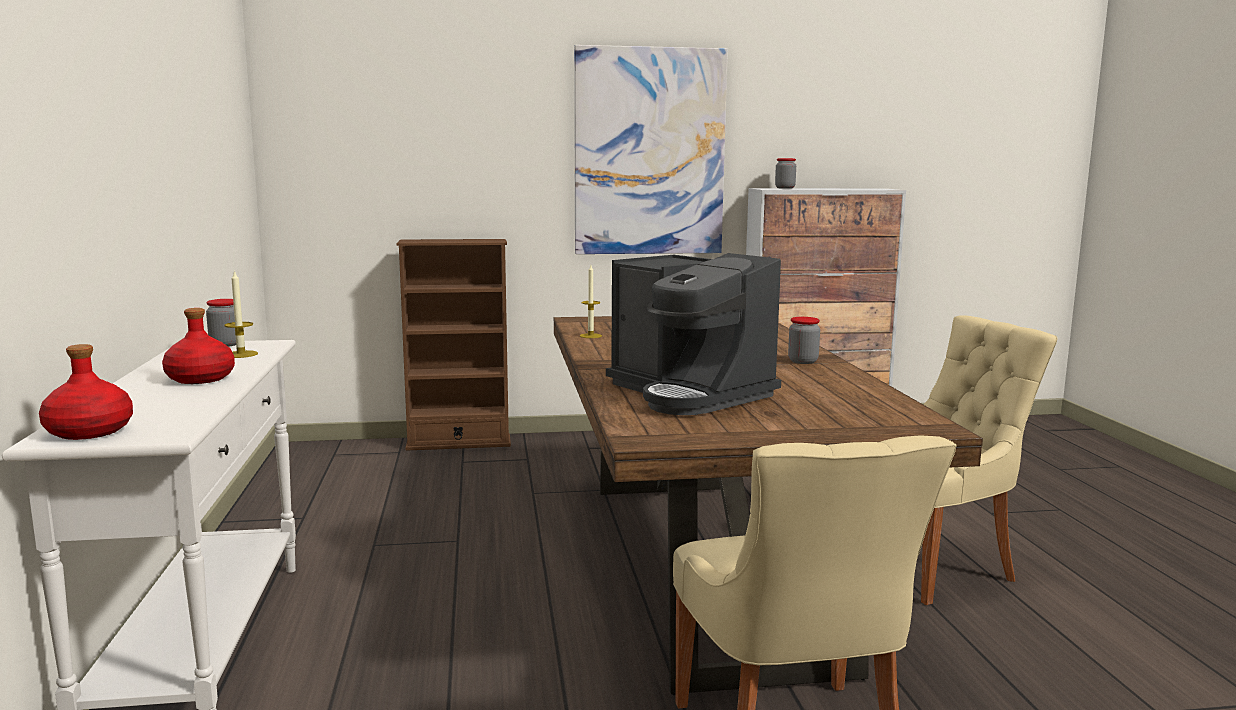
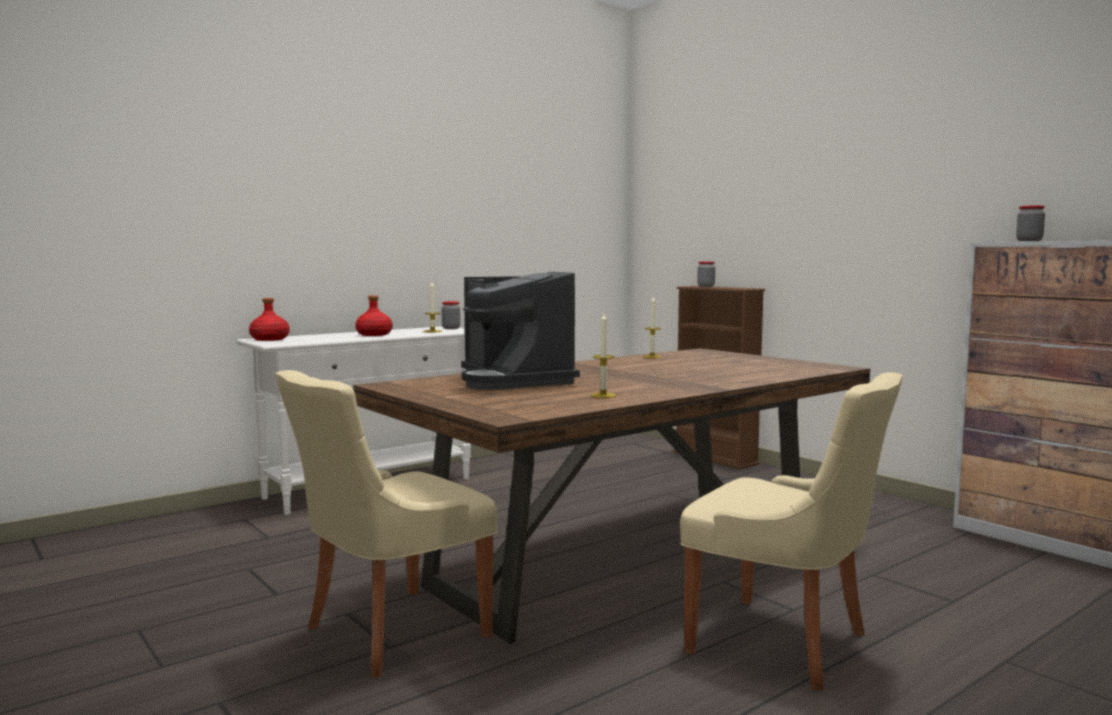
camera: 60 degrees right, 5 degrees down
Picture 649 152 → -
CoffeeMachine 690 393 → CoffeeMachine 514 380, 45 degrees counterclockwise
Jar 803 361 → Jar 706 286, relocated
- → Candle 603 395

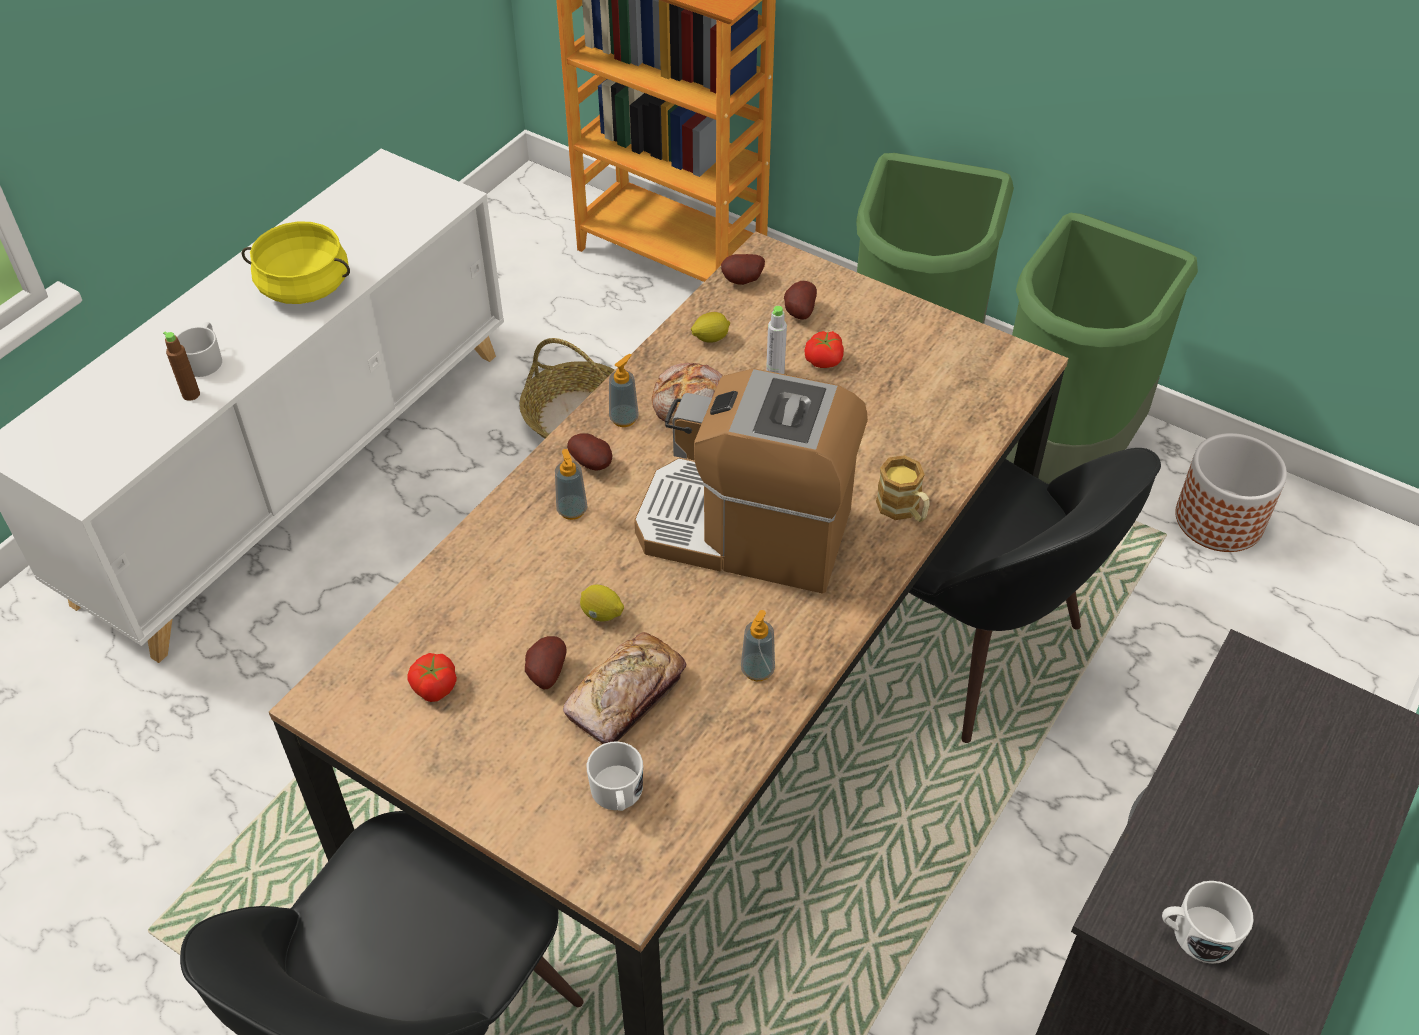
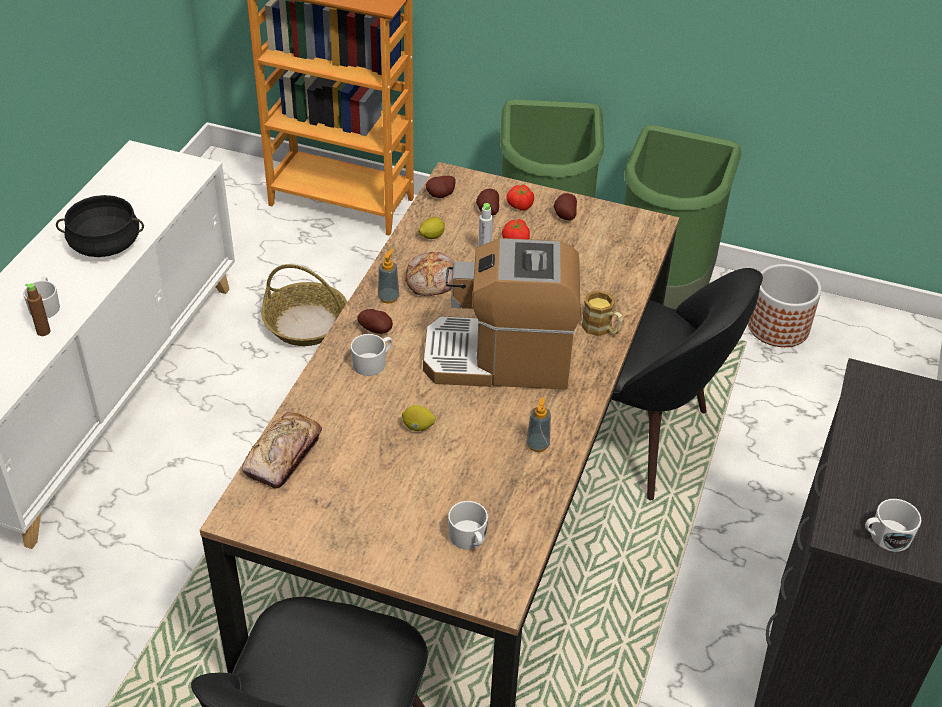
camera: 15 degrees left, 5 degrees down
YellowCookingPot 304 287 → BlackCookingPot 105 245
Tomato 434 686 → Tomato 519 205, relocated
Potato 545 673 → Potato 564 216, relocated
SoapDispenser 572 510 → WhiteMug 373 363
Bread 626 696 → Bread 283 456, relocated

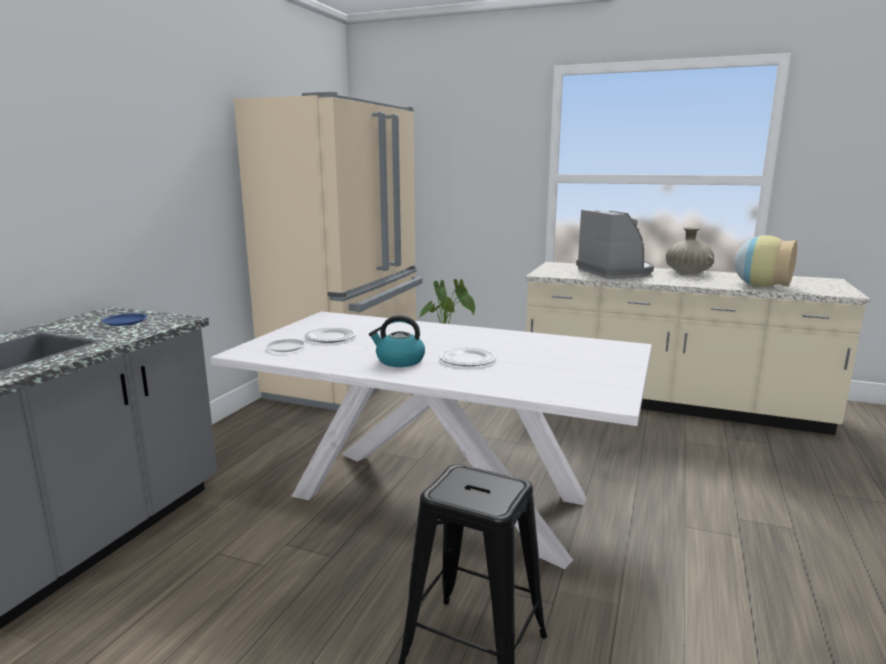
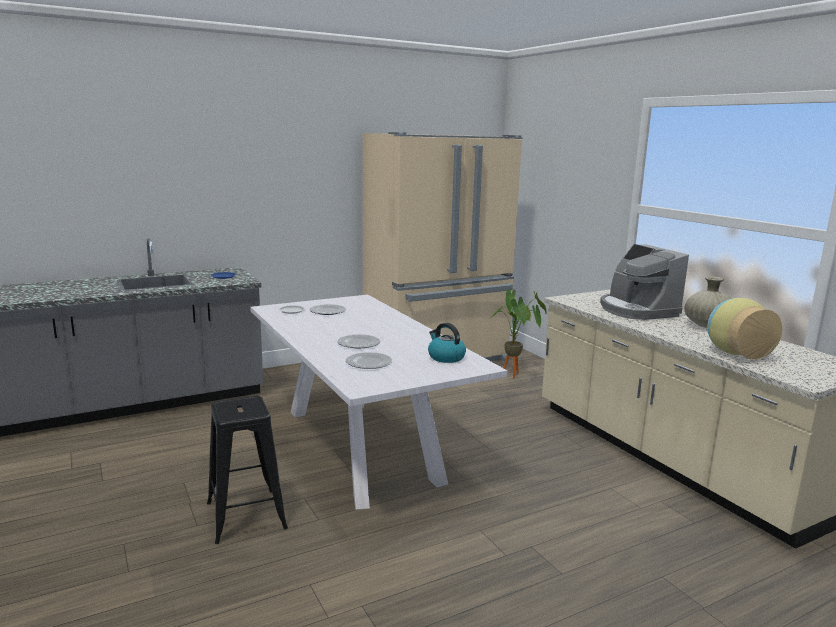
camera: 40 degrees right, 0 degrees up
Kettle 399 361 → Kettle 445 357, relocated
CoffeeMachine 616 272 → CoffeeMachine 637 310, 135 degrees clockwise
- → Plate 368 363

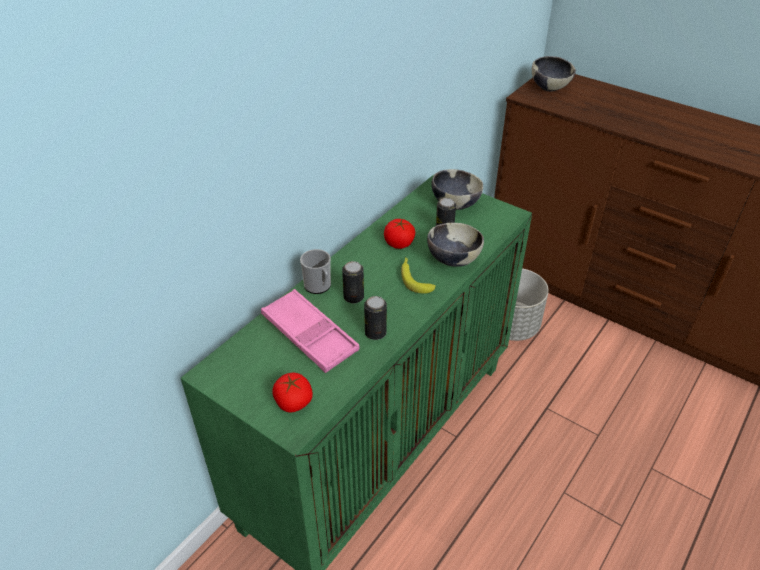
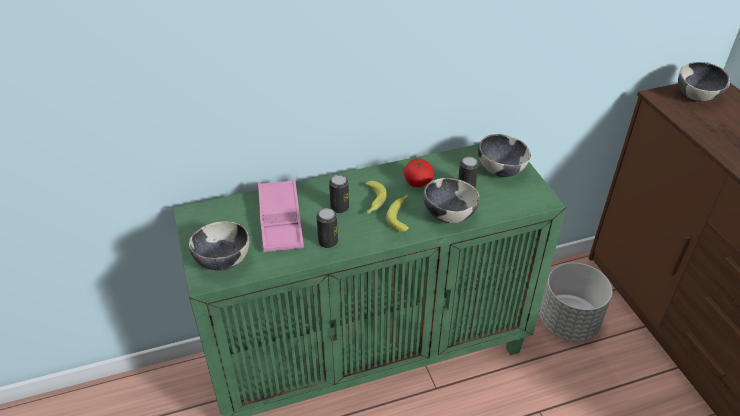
camera: 35 degrees right, 0 degrees up
Tomato 293 402 → Bowl 223 261
Mug 319 287 → -
- → Banana 372 202

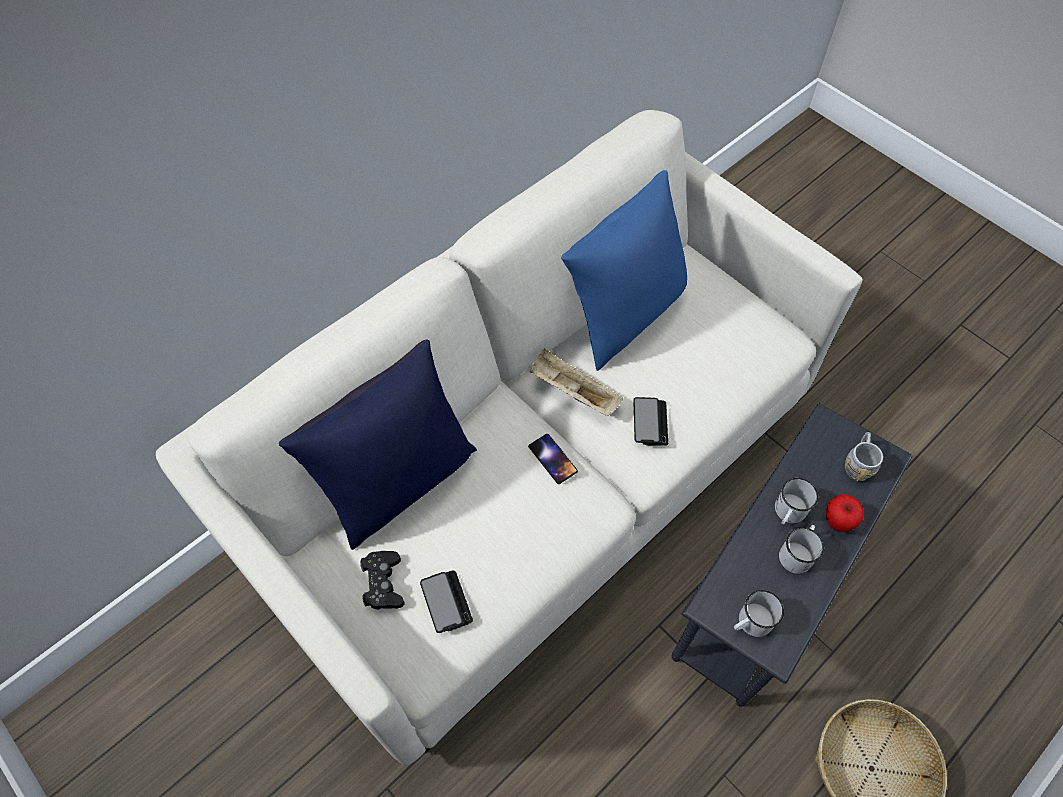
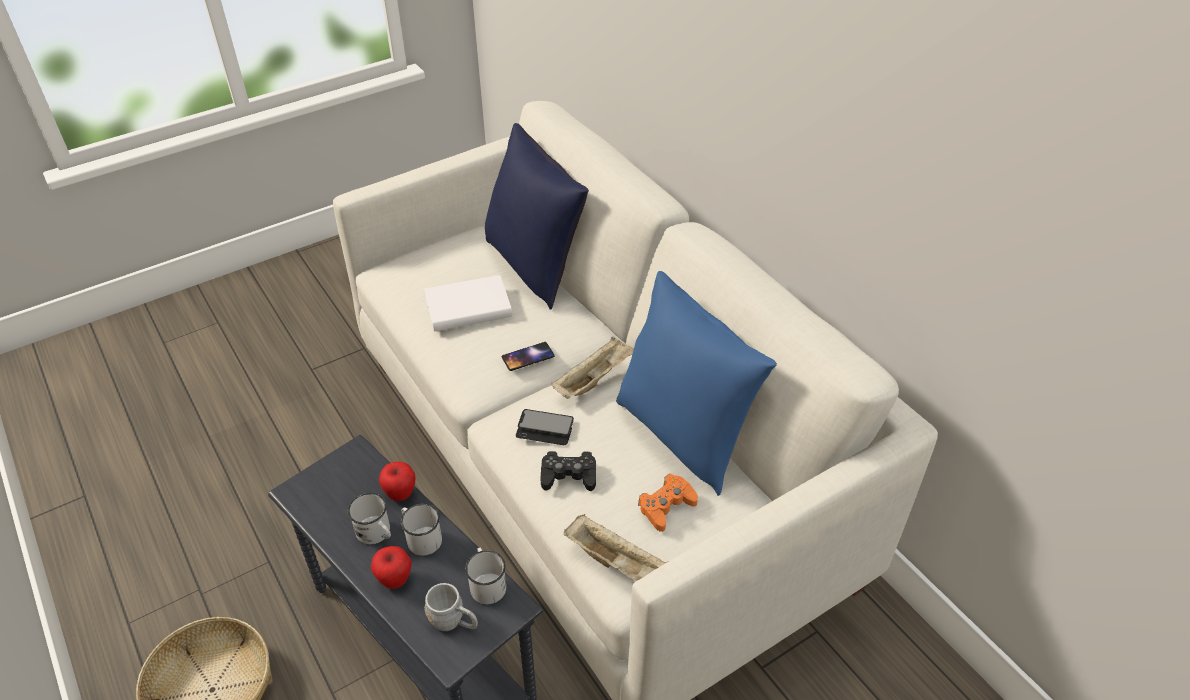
camera: 100 degrees right, 15 degrees down
BlackGameController 383 583 → BlackGameController 568 476, relocated
Phone 446 602 → -
WhiteMug 750 623 → WhiteMug 486 583, relocated
- → Apple 400 494
- → WhiteBook 468 308
- → BeigeTray 618 564
- → OrangeGameController 666 506

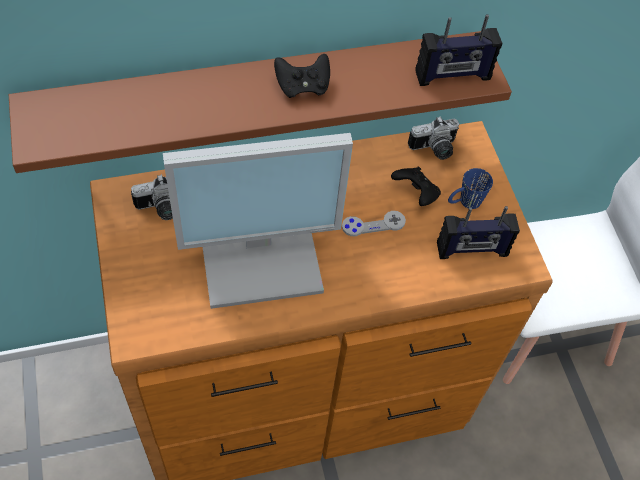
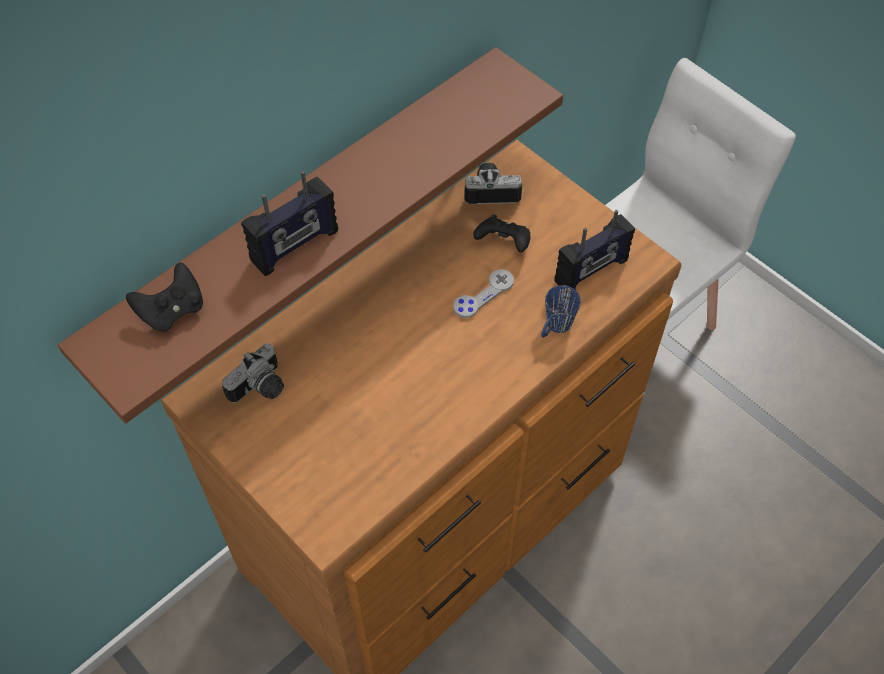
camera: 25 degrees left, 0 degrees up
Monitor 262 255 → -
BlackGameController 302 87 → BlackGameController 172 311, relocated
PhotoCamera 434 149 → PhotoCamera 492 190, 135 degrees counterclockwise
Radio 453 76 → Radio 295 246, relocated
BlueMug 464 203 → BlueMug 554 329, relocated

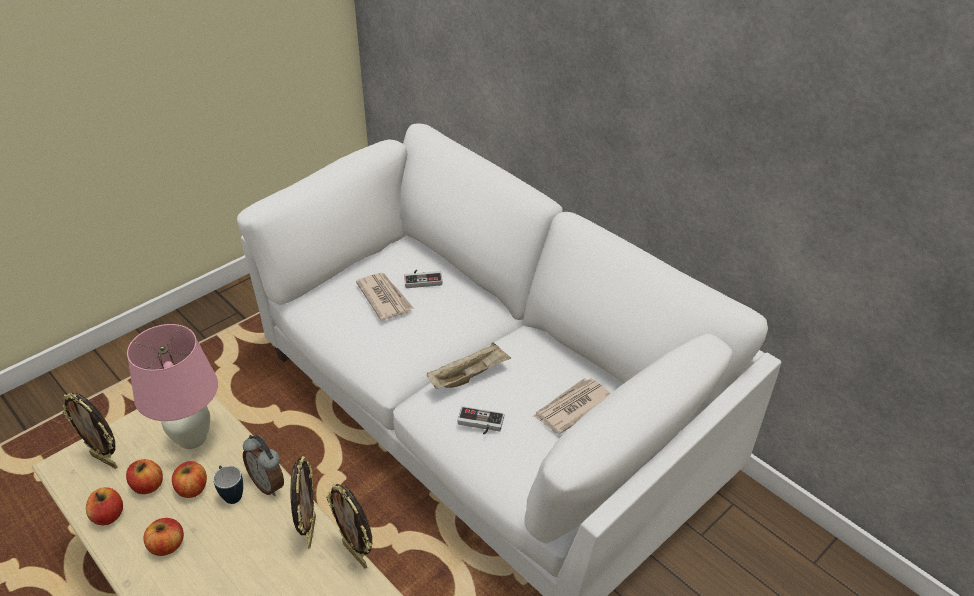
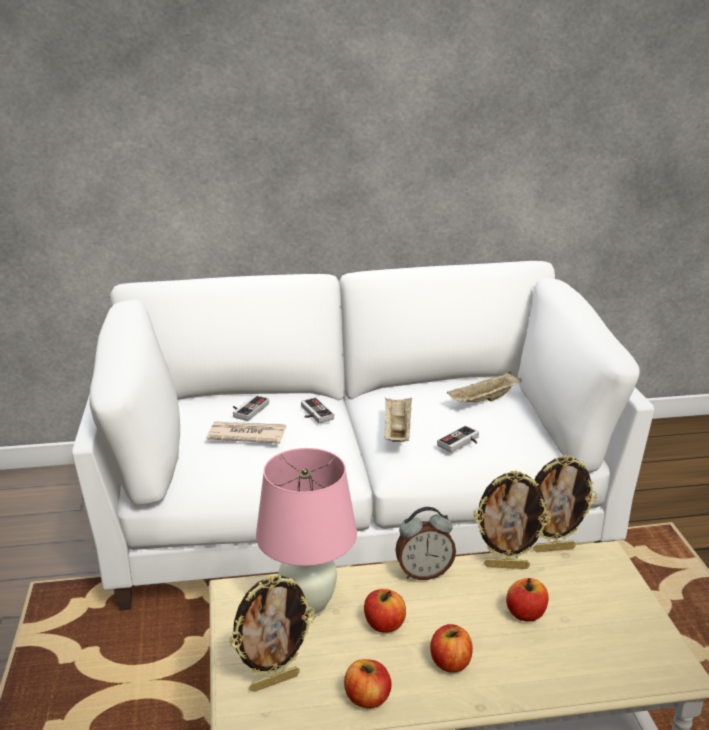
camera: 55 degrees left, 15 degrees down
Apple 148 486 → Apple 526 614, relocated
Mug 231 494 → -
PictureFrame 310 531 → PictureFrame 507 566, 150 degrees clockwise
Newspaper 572 408 → BeigeTray 484 401
- → GameController 313 414

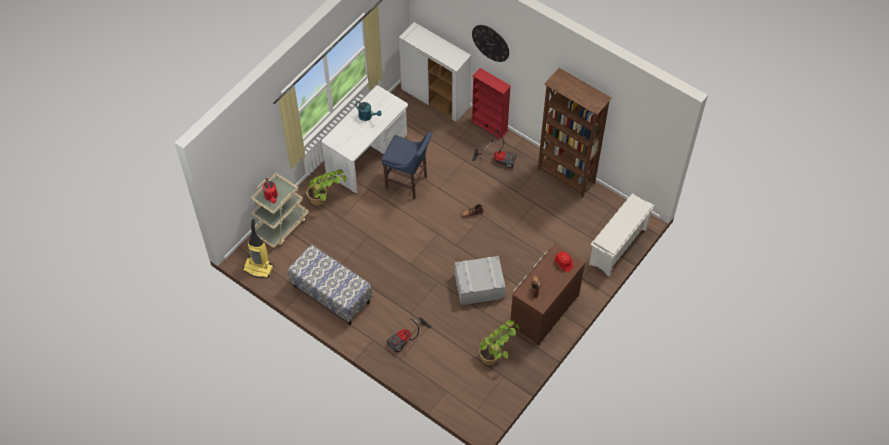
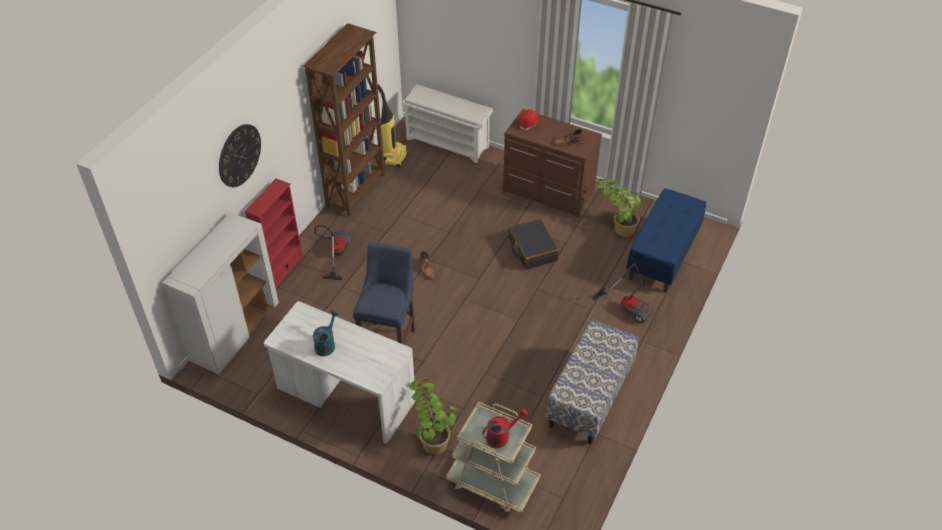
camera: 100 degrees left, 10 degrees down
VacuumCleaner 259 268 → VacuumCleaner 394 156, relocated
GreyStorageBox 479 286 → BlackSuitcase 532 250
- → BlueBench 663 256

